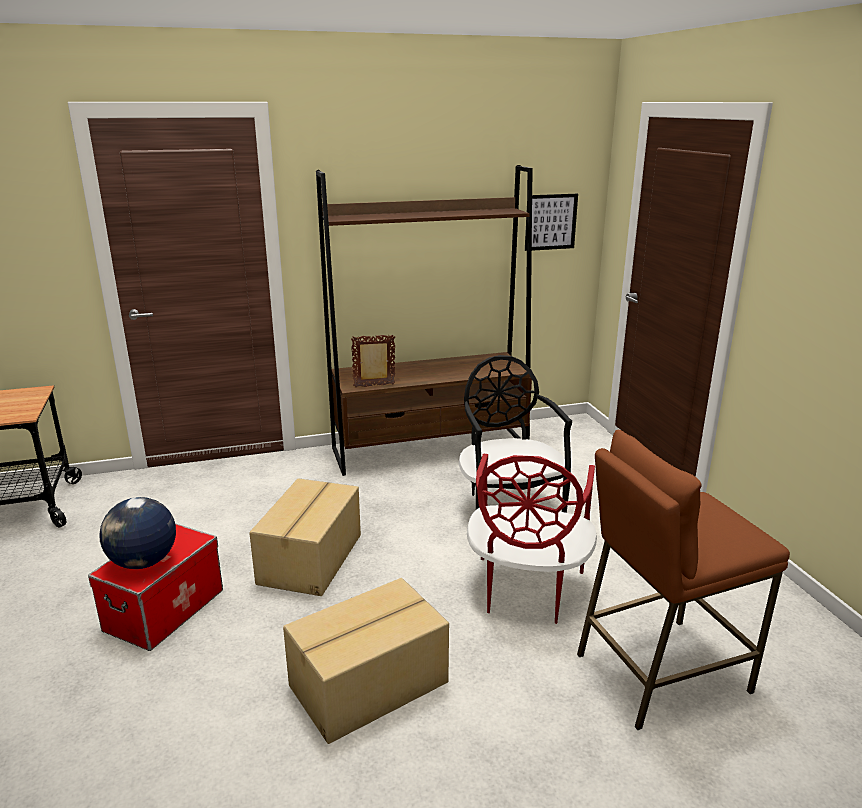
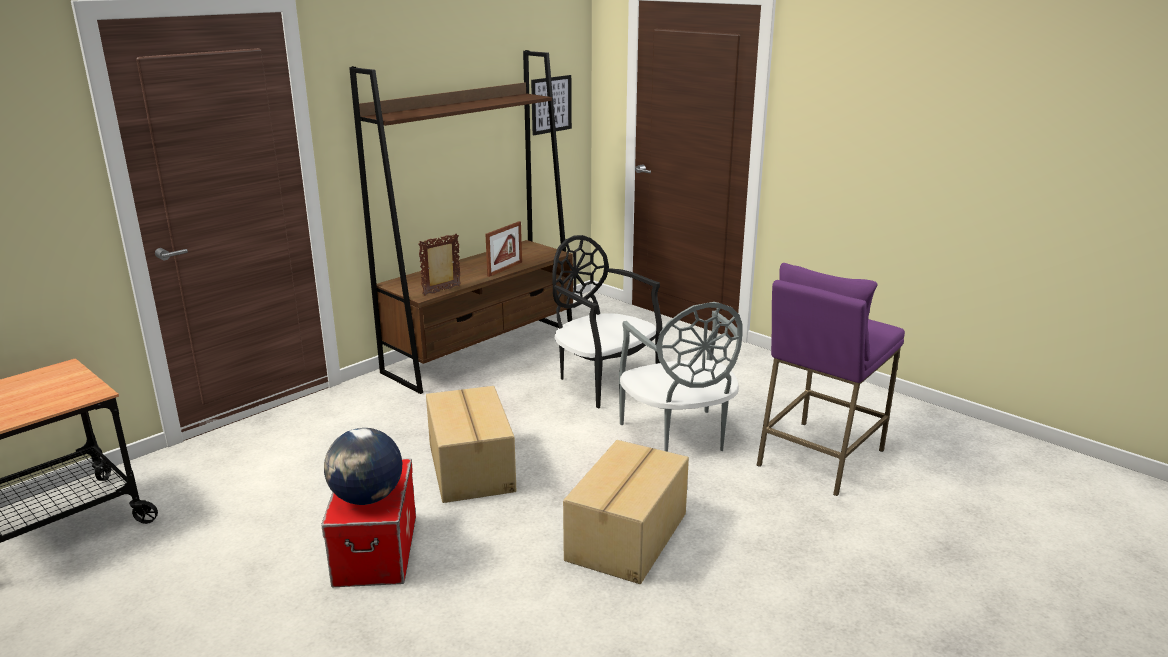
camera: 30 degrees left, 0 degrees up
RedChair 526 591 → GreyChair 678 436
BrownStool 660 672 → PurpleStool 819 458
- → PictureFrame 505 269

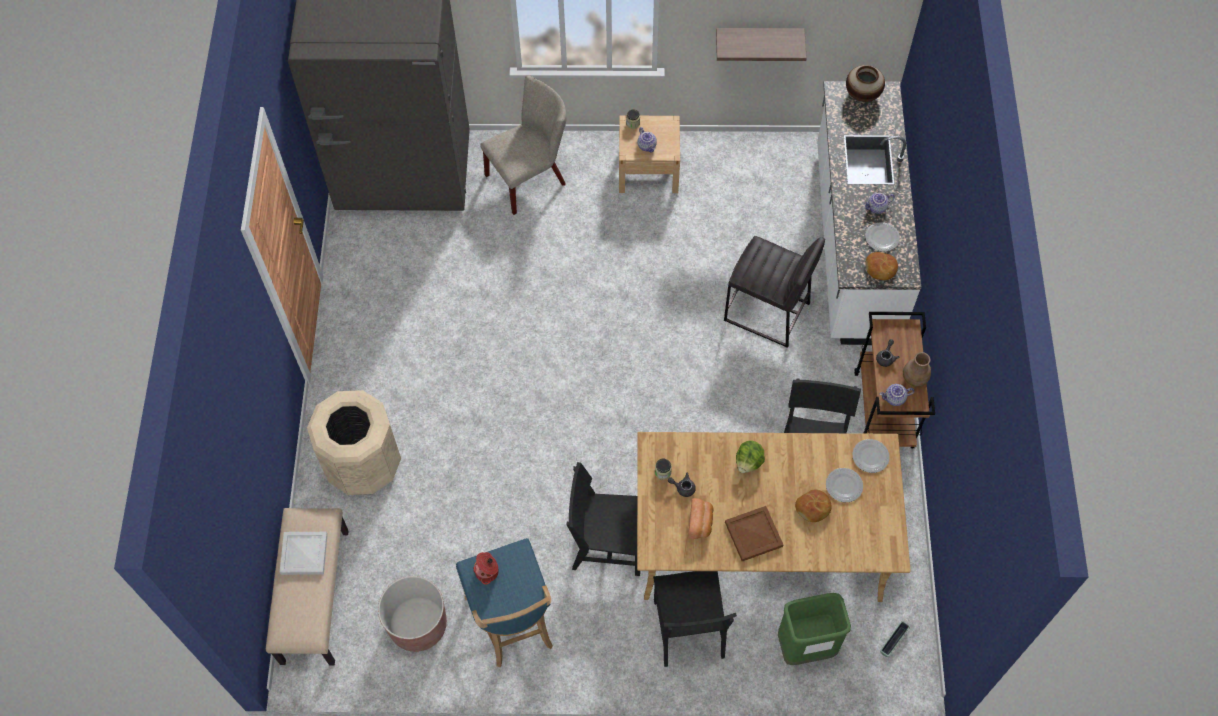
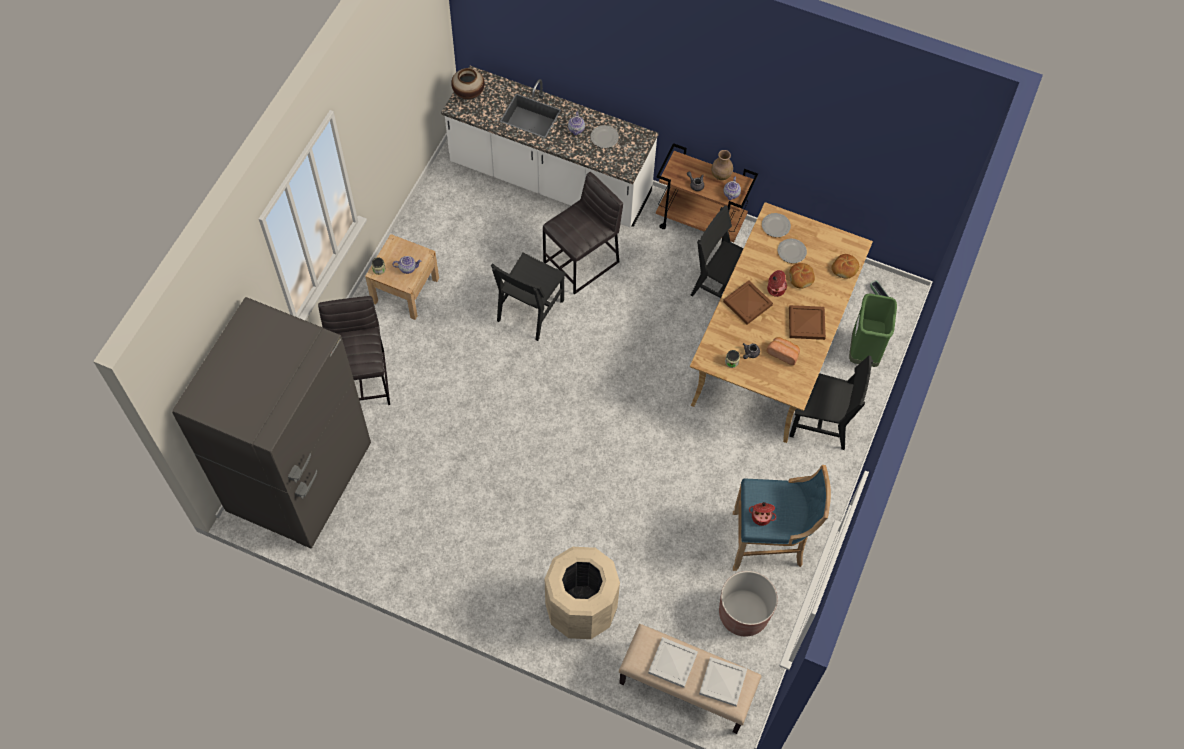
camera: 70 degrees left, 0 degrees up
BeigeChair 530 178 → GreyStool 362 380
BlackChair 608 545 → BlackChair 530 310, relocated
Shelf 759 38 → -
Lettuce 749 462 → BrownTray 747 302
Bread 880 269 → Bread 845 268, relocated
- → WhiteTray 723 683
- → CookingPot 775 289

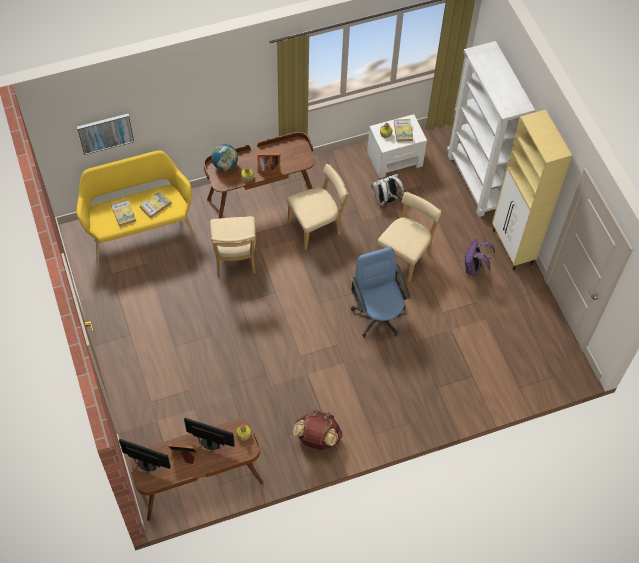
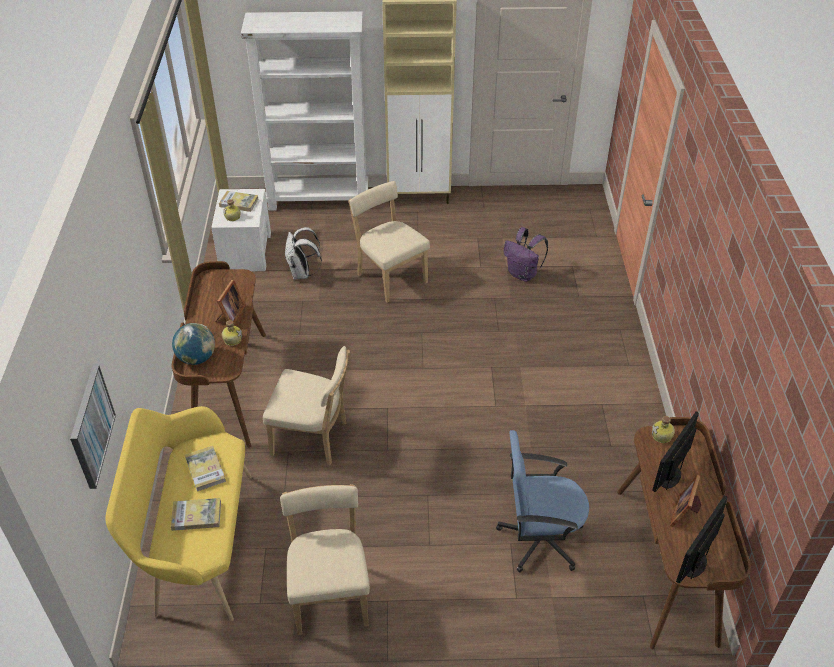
camera: 70 degrees left, 15 degrees down
BeigeChair 317 227 → BeigeChair 330 594, relocated
BrownBackpack 317 438 → -
BlueOfficeChair 378 315 → BlueOfficeChair 539 538, relocated
PurpleBackpack 474 269 → PurpleBackpack 523 274, relocated

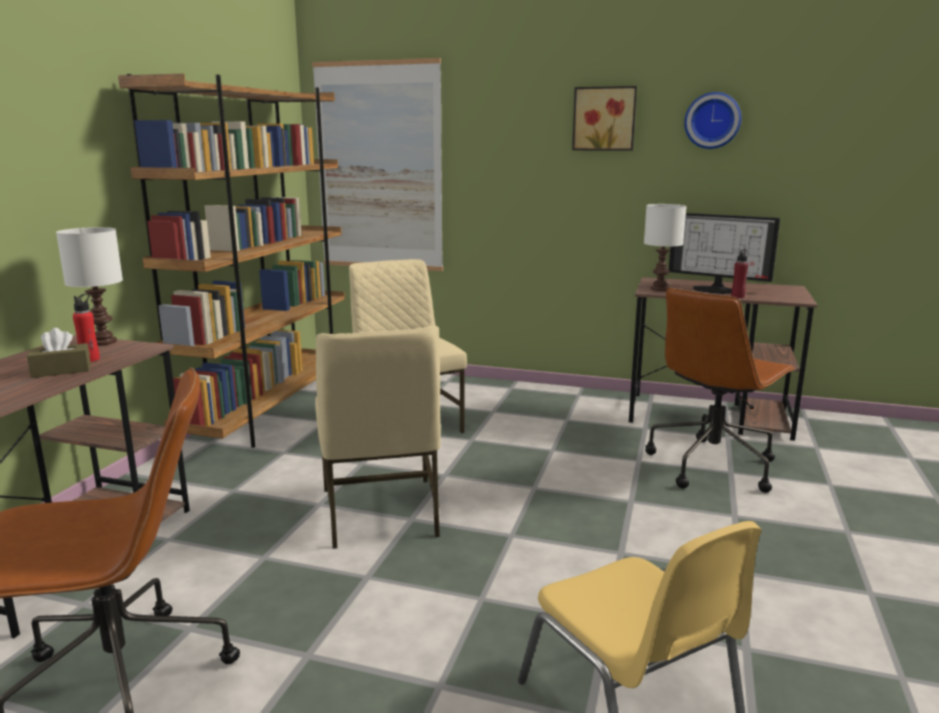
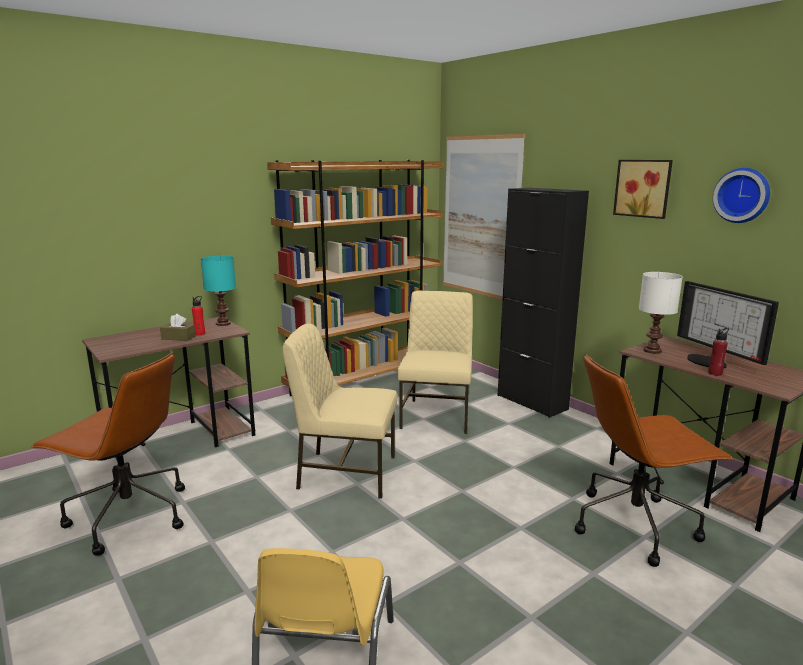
camera: 35 degrees right, 0 degrees up
WhiteTableLamp 103 342 → TurquoiseTableLamp 222 324
BeigeChair 380 513 → BeigeChair 345 472, 75 degrees clockwise
- → BlackCabinet 532 402

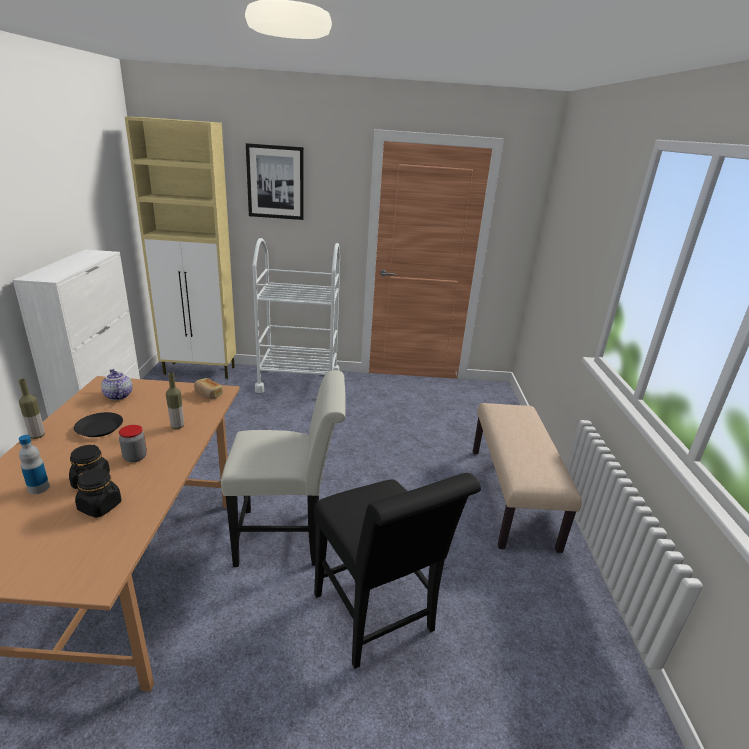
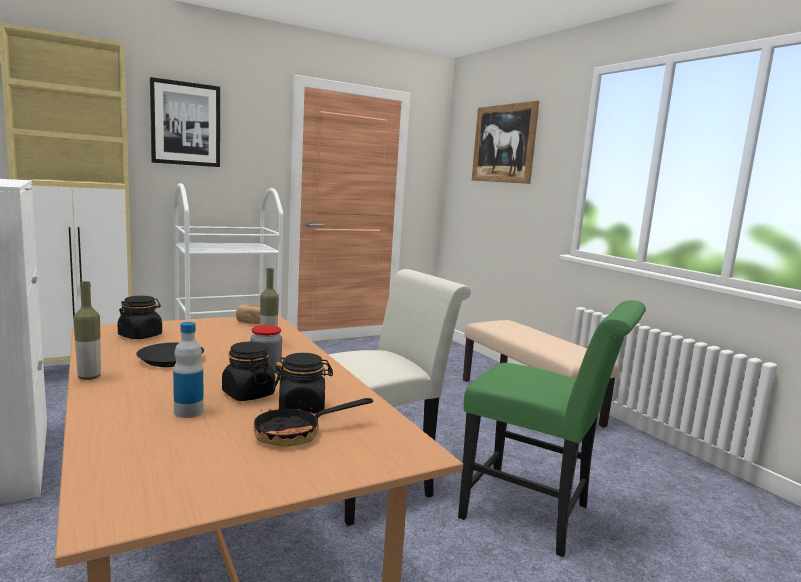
camera: 30 degrees left, 15 degrees down
Teapot 117 396 → BlackJar 140 335
BlackChair 377 619 → GreenChair 535 515
- → FryingPan 298 434
- → Picture 504 143

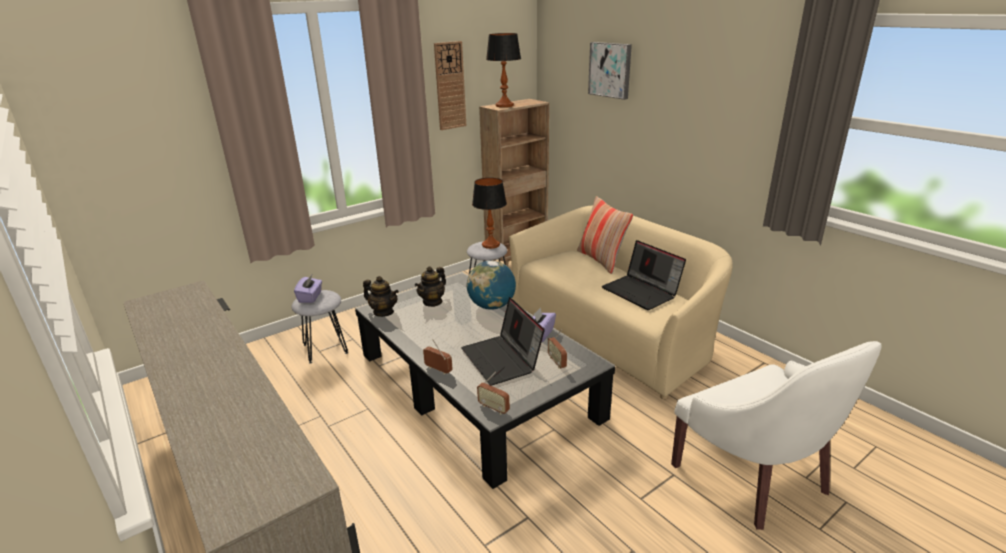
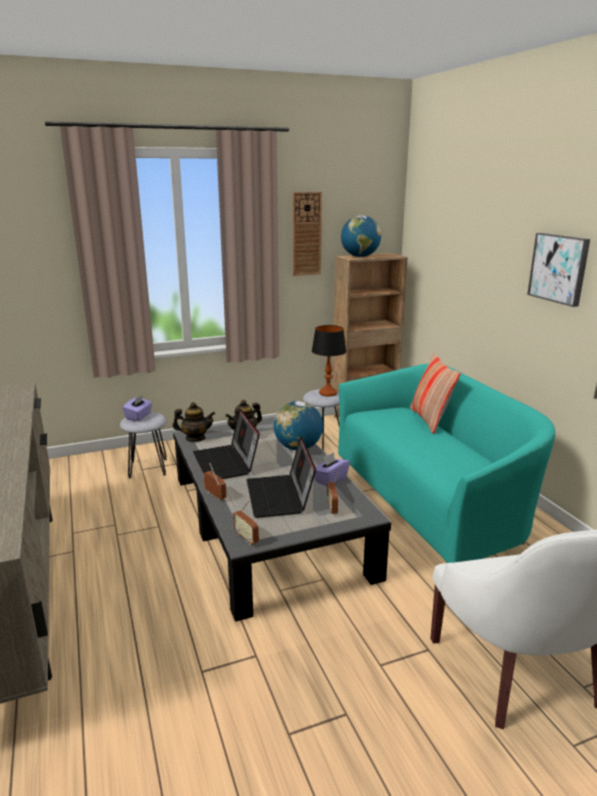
camera: 15 degrees right, 5 degrees down
Teapot 383 312 → Teapot 195 438, 45 degrees counterclockwise
TableLamp 504 105 → Globe 360 256
BeigeSofa 613 332 → TurquoiseSofa 431 498
Picture 610 70 → Picture 559 268, relocated
Laptop 642 292 → Laptop 227 463, relocated

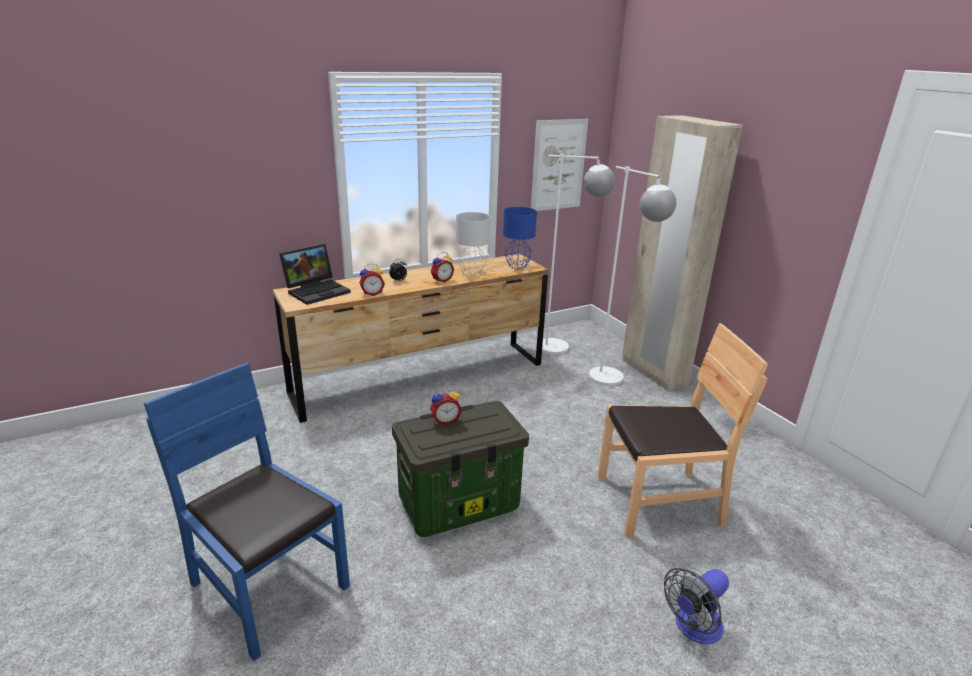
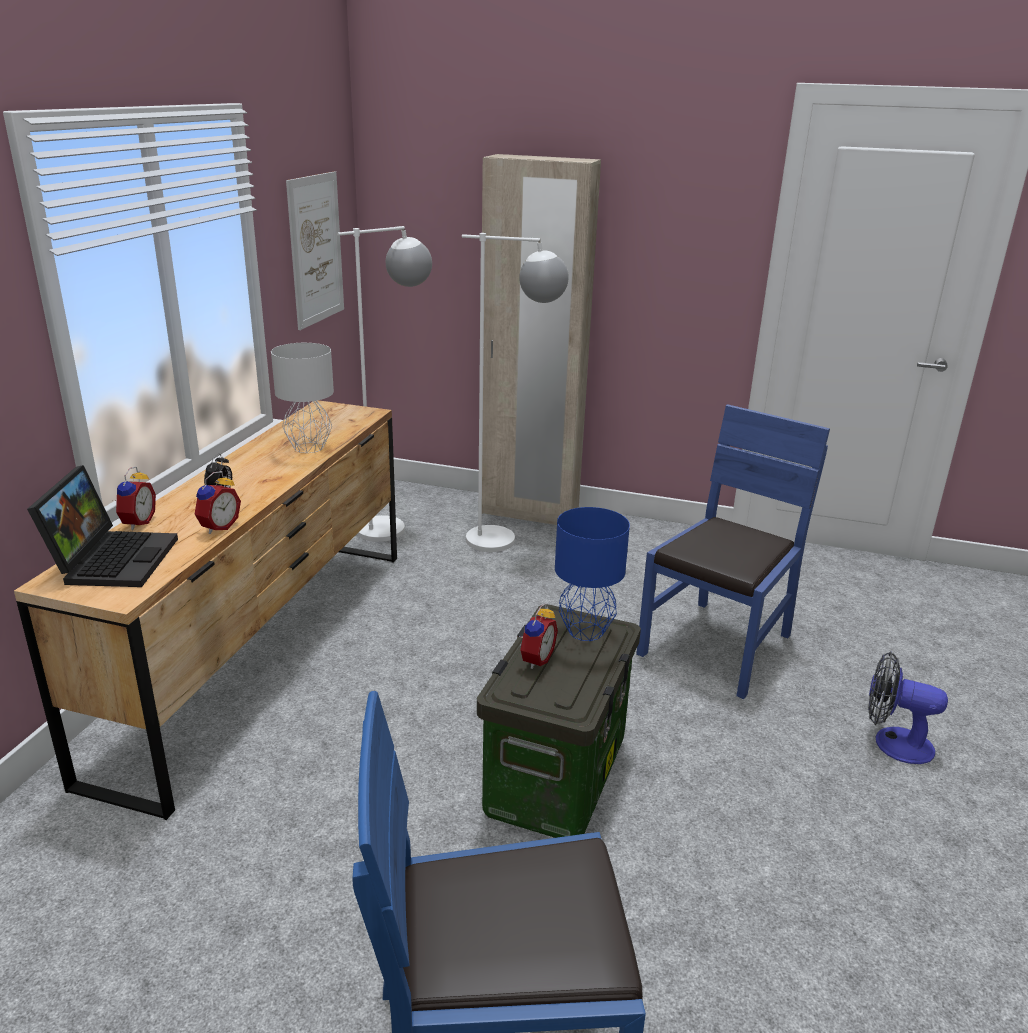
camera: 45 degrees left, 0 degrees up
AlarmClock 441 280 → AlarmClock 136 523, relocated
BlueTableLamp 518 267 → BlueTableLamp 587 631, relocated
BrownChair 658 501 → BlueChair 717 646
Fan 693 628 → Fan 892 742, 105 degrees clockwise

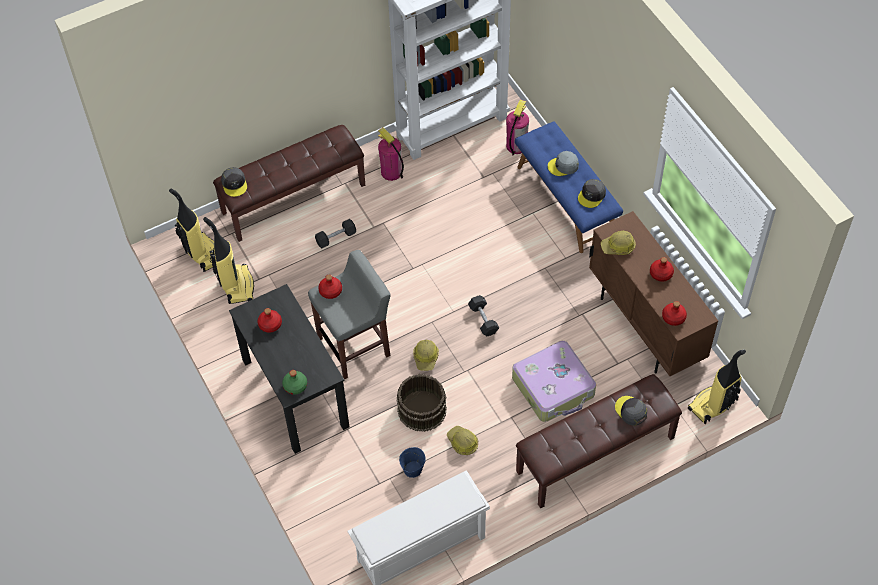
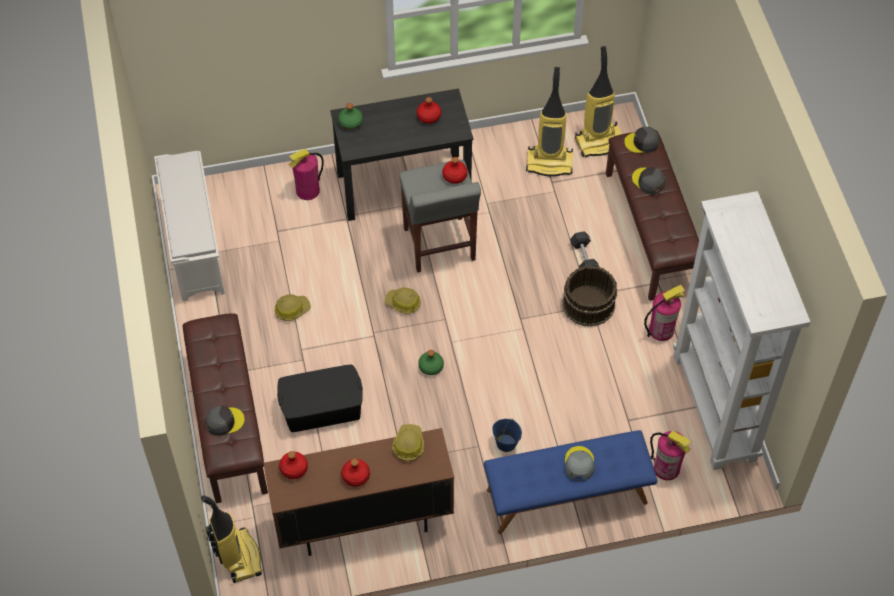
camera: 105 degrees right, 0 degrees up
BrownBucket 421 410 → BrownBucket 588 304, relocated
BlueBucket 412 469 → BlueBucket 506 443, relocated
BlackDumbbell 483 319 → GreenBottle 430 367
Suitcase 554 387 → BlackStorageBox 322 409
GreyCap 592 195 → GreyCap 648 181, relocated
- → FireExtinguisher 307 190

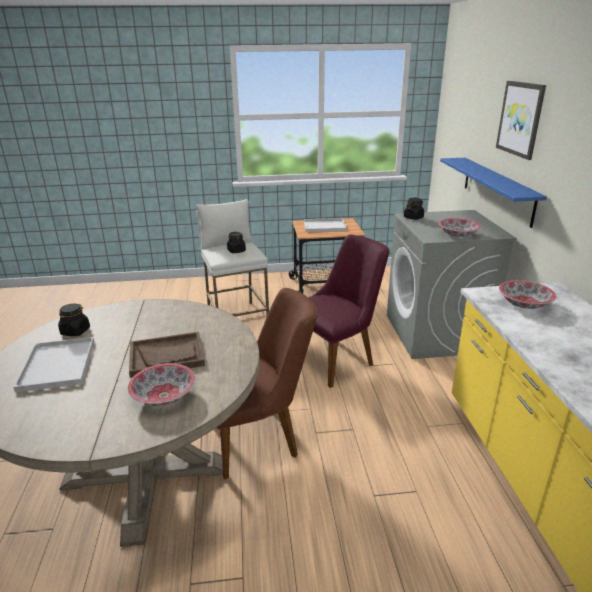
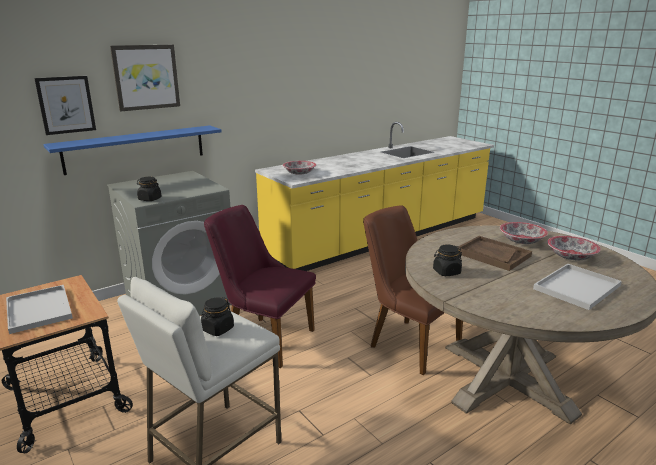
camera: 120 degrees left, 5 degrees down
BlackJar 75 331 → BlackJar 446 272, relocated
Bowl 458 234 → Bowl 571 257, relocated
- → Picture 66 105

